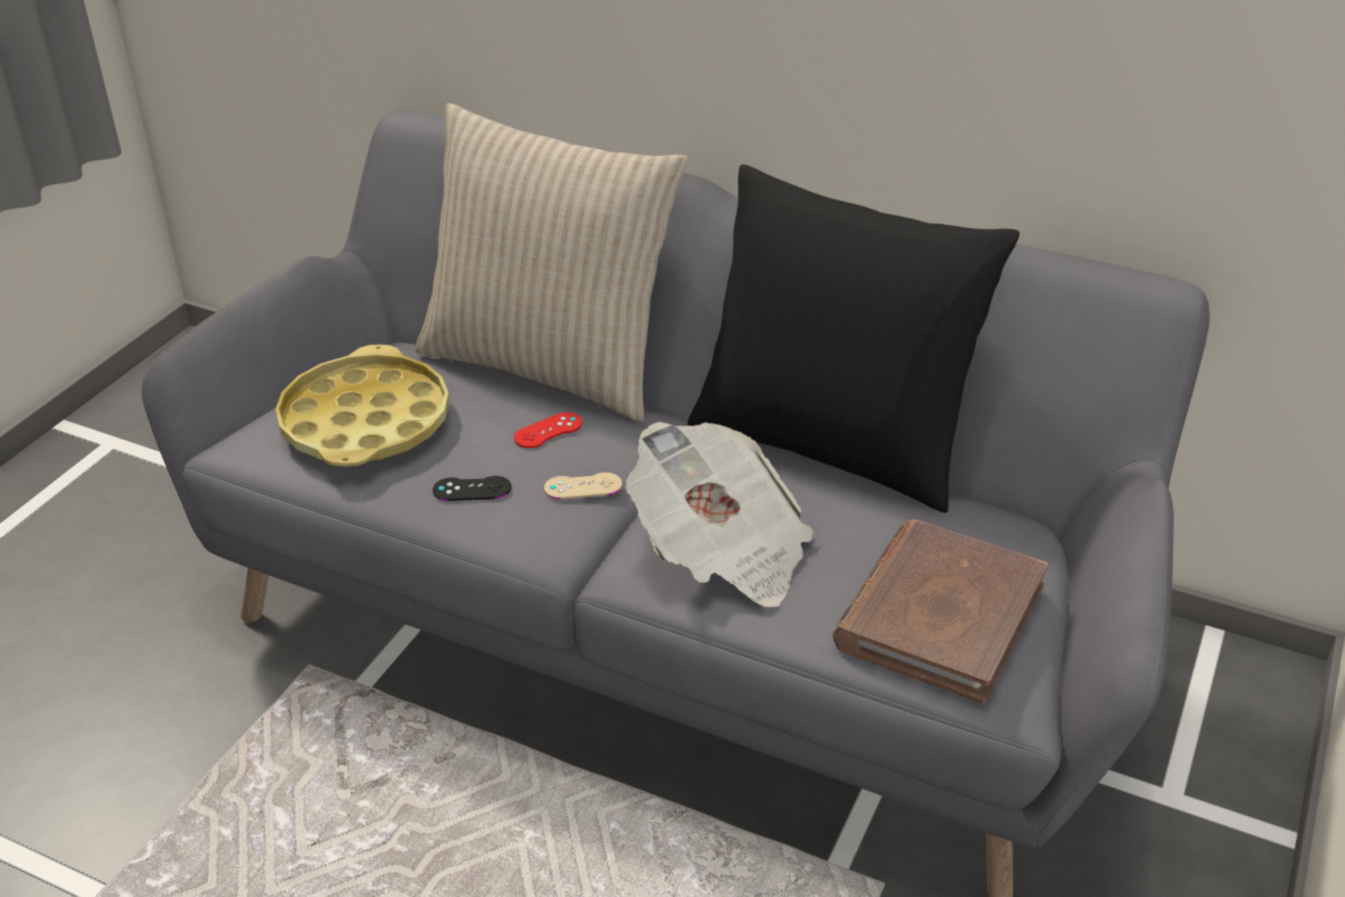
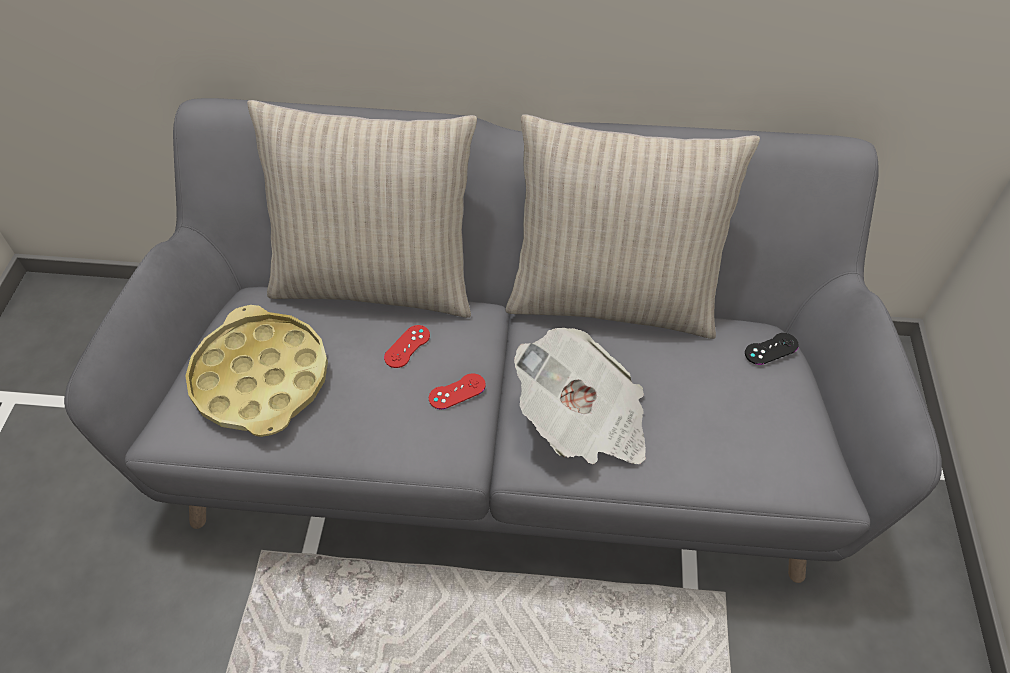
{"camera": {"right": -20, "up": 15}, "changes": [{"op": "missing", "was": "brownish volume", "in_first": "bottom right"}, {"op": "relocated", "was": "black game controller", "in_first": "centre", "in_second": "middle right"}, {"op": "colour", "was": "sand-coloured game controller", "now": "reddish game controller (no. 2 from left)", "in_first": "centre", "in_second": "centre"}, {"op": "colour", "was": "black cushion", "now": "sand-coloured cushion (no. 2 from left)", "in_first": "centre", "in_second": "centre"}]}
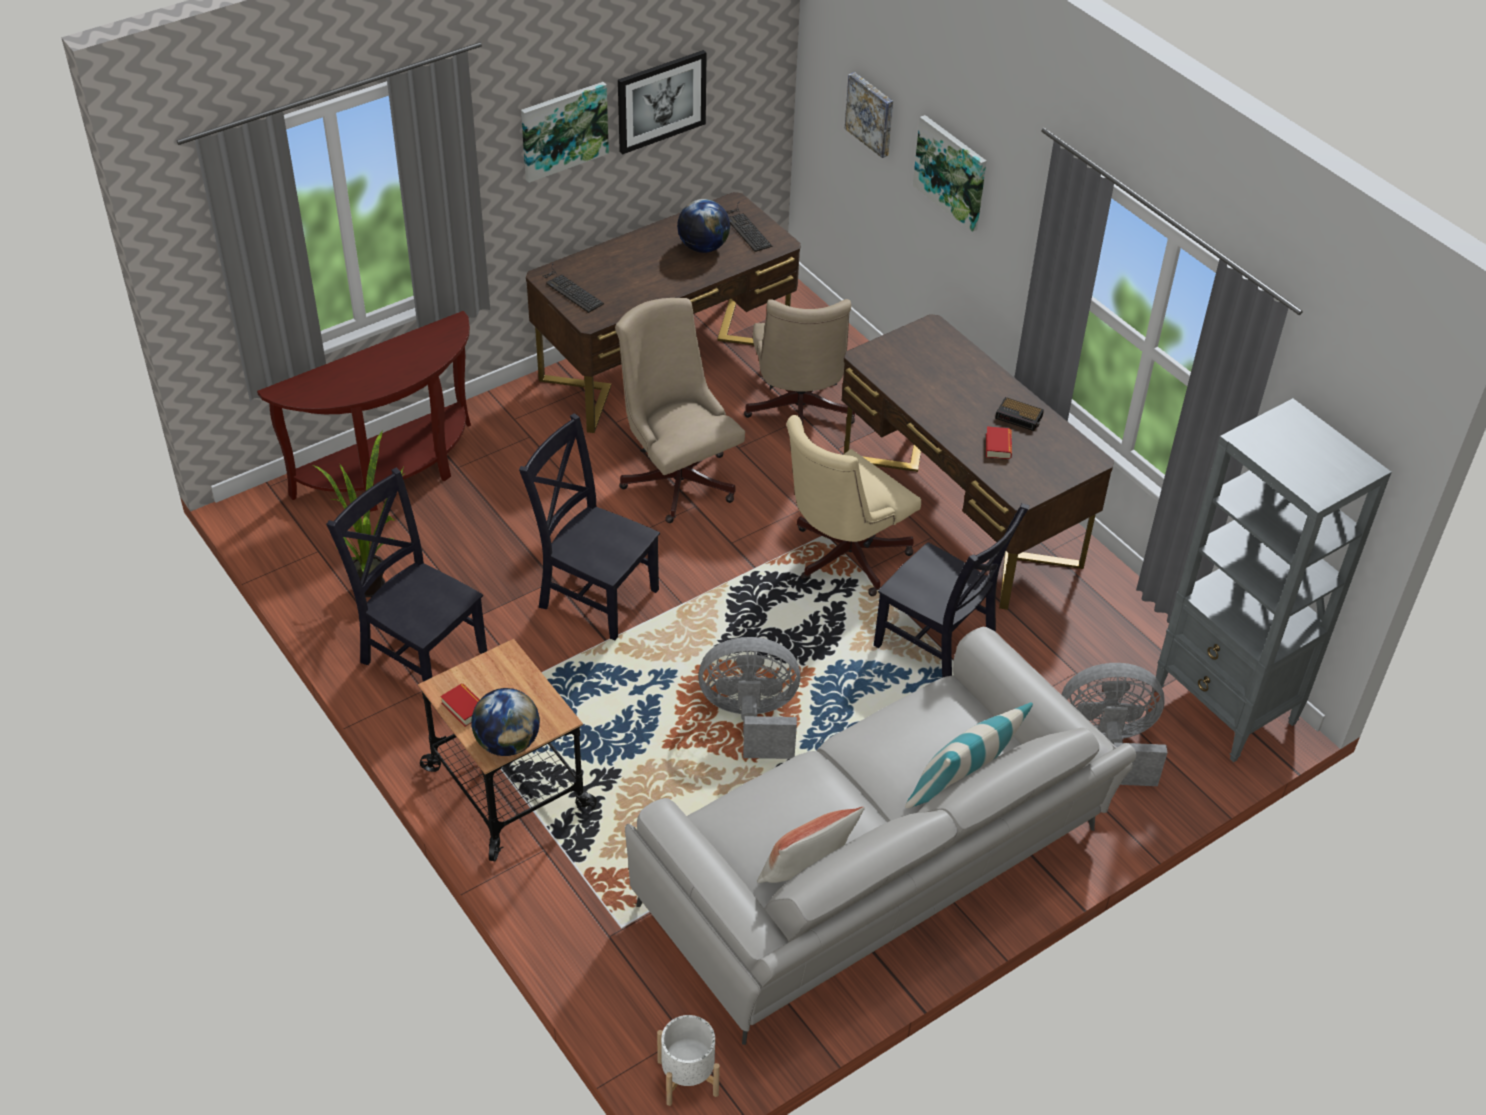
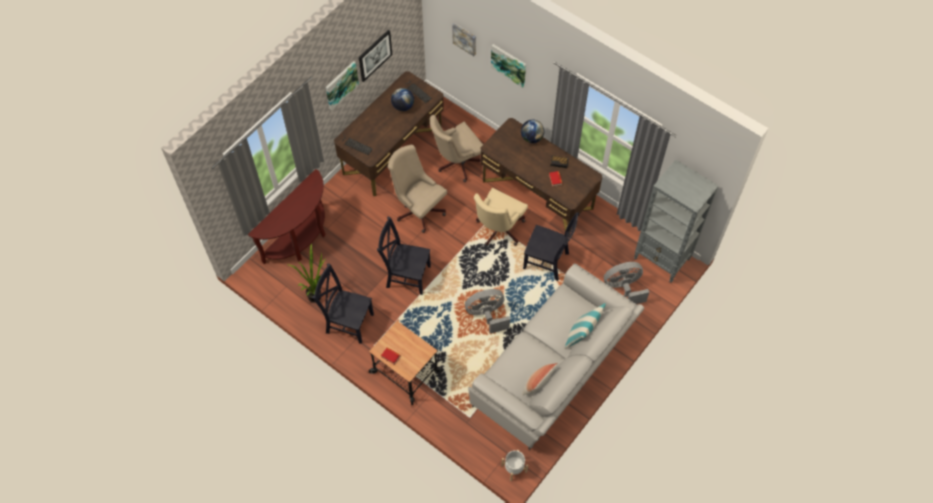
{"camera": {"right": -15, "up": 15}, "changes": [{"op": "relocated", "was": "globe (no. 1 from left in the first image)", "now": "globe (no. 2 from left)", "in_first": "centre", "in_second": "top centre"}, {"op": "spun", "was": "sand-coloured office chair (no. 2 from left)", "in_first": "top centre", "in_second": "top centre", "clockwise": 75}]}
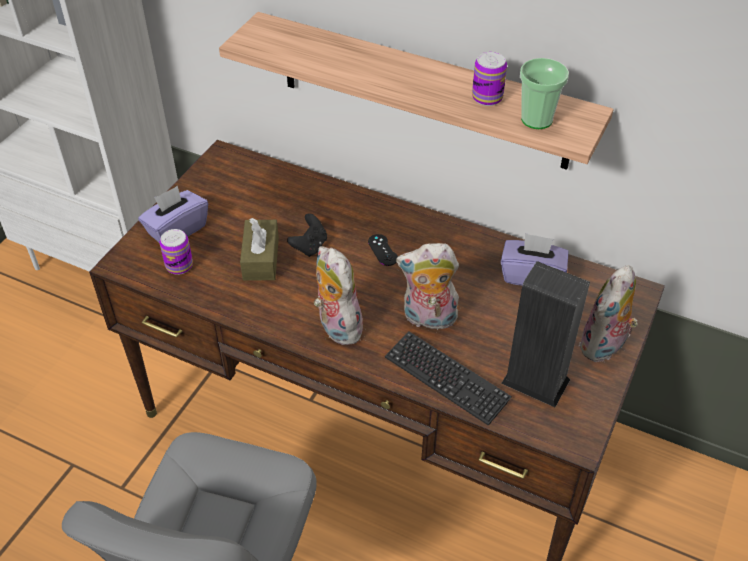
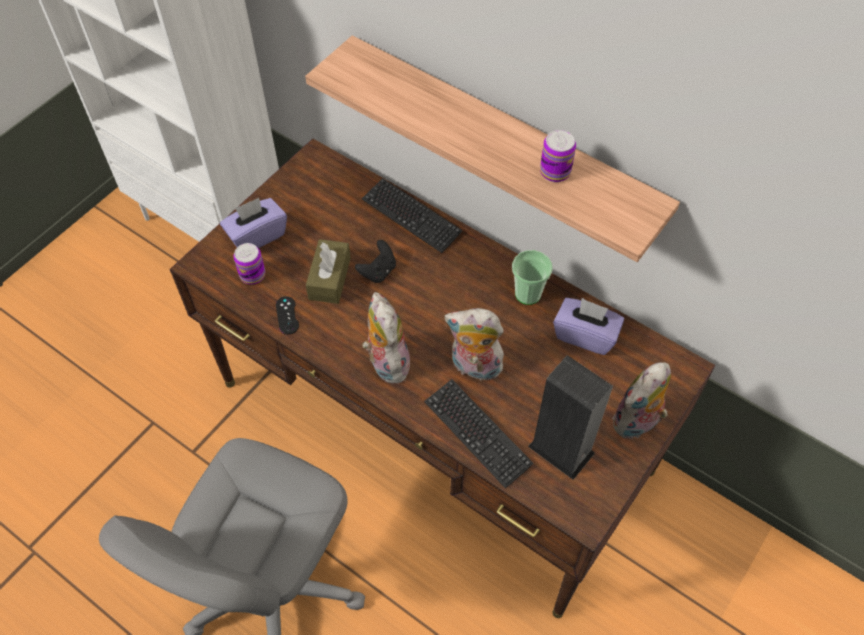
{"camera": {"right": 10, "up": 10}, "changes": [{"op": "appeared", "now": "PC keyboard (no. 1 from left)", "in_second": "centre"}, {"op": "relocated", "was": "black game controller (no. 2 from left in the first image)", "now": "black game controller (no. 1 from left)", "in_first": "centre", "in_second": "middle left"}, {"op": "relocated", "was": "drinking cup", "in_first": "top right", "in_second": "centre"}]}
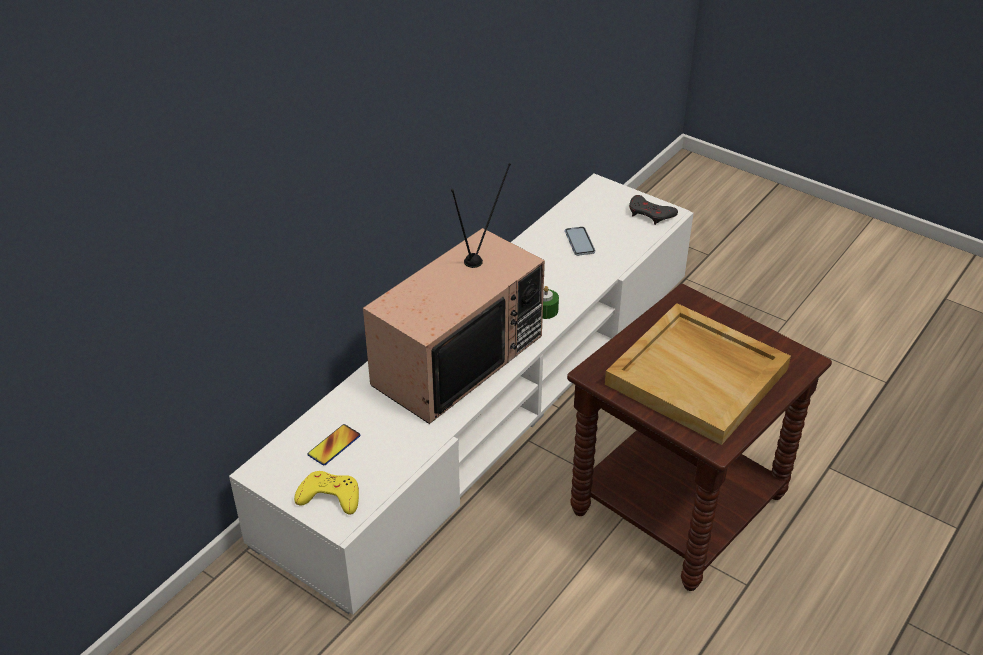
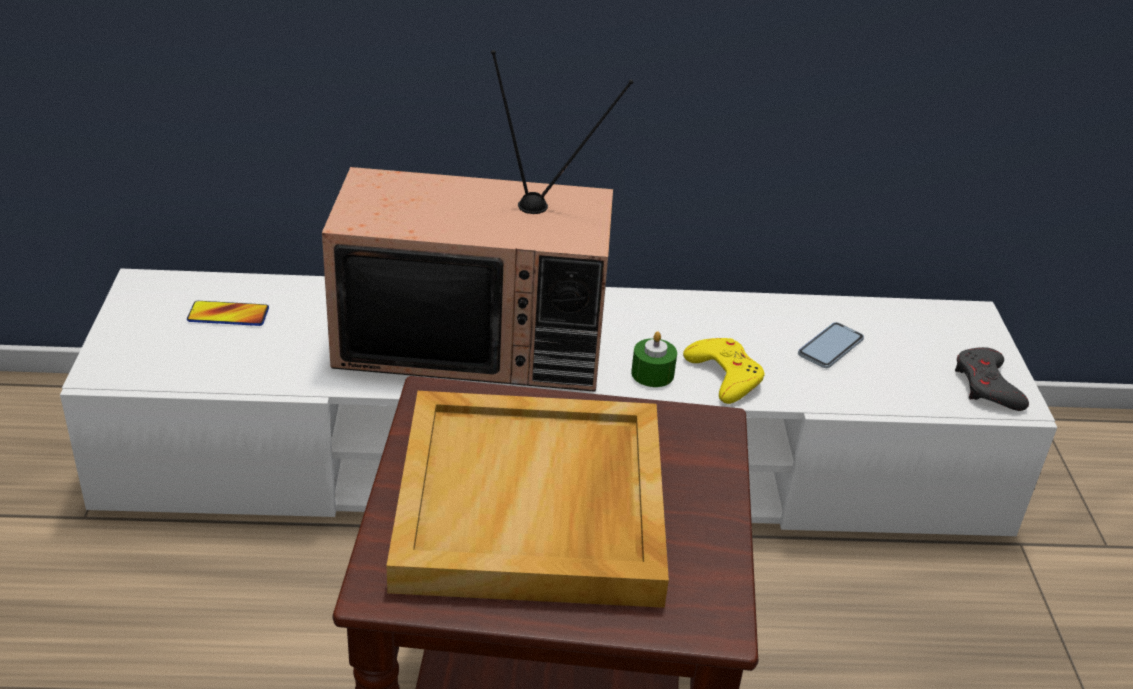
{"camera": {"right": 50, "up": -5}, "changes": [{"op": "relocated", "was": "yellow-coloured game controller", "in_first": "bottom left", "in_second": "centre"}]}
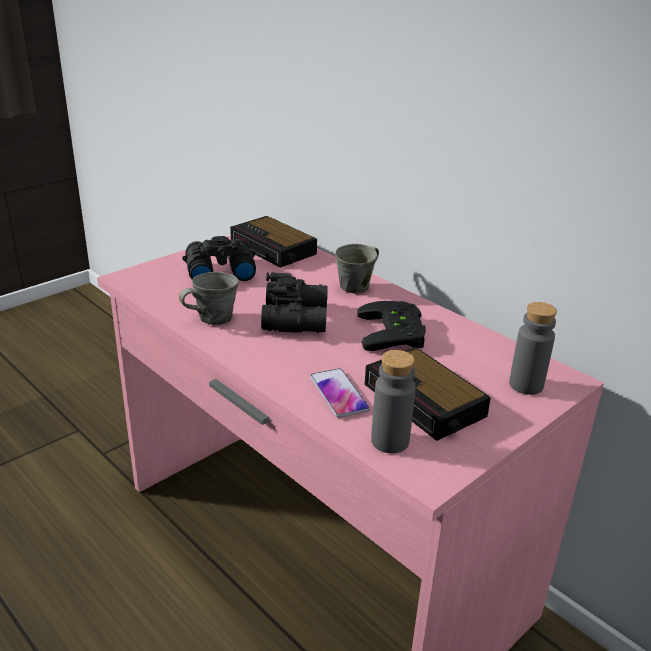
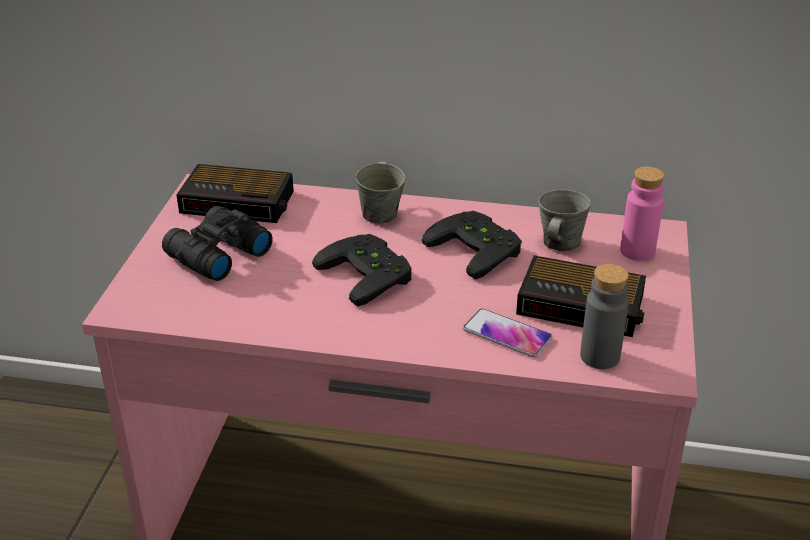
{"camera": {"right": -35, "up": 5}, "changes": [{"op": "relocated", "was": "greyish mug (no. 1 from left in the first image)", "now": "greyish mug (no. 2 from left)", "in_first": "middle left", "in_second": "middle right"}, {"op": "exchanged", "was": "black pair of binoculars (no. 2 from left)", "now": "black game controller (no. 1 from left)", "in_first": "centre", "in_second": "centre"}, {"op": "colour", "was": "greyish beverage bottle (no. 2 from left)", "now": "pink beverage bottle", "in_first": "middle right", "in_second": "middle right"}]}
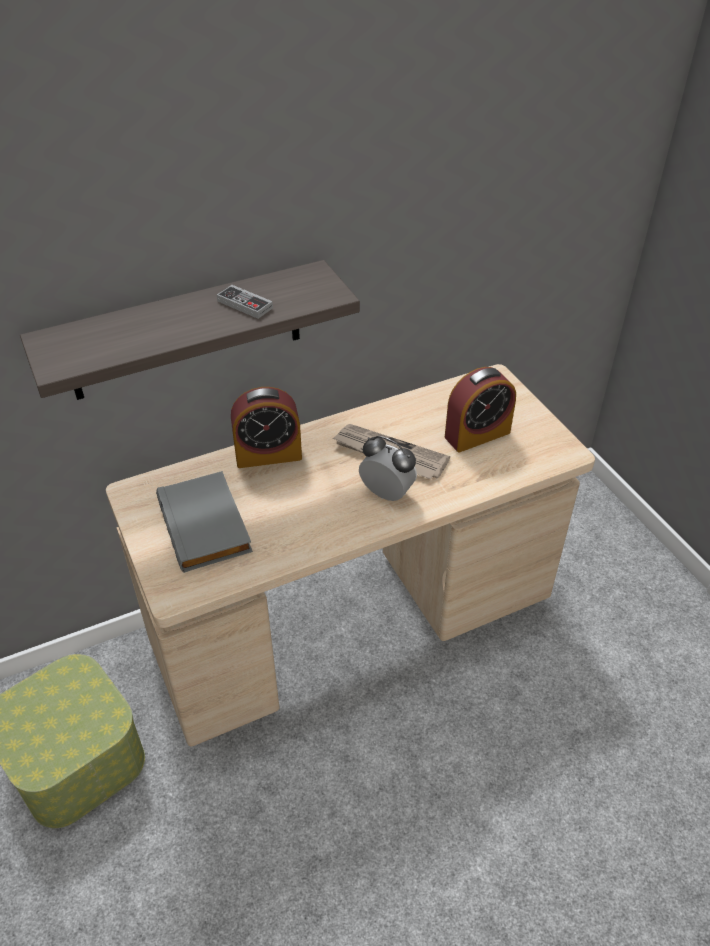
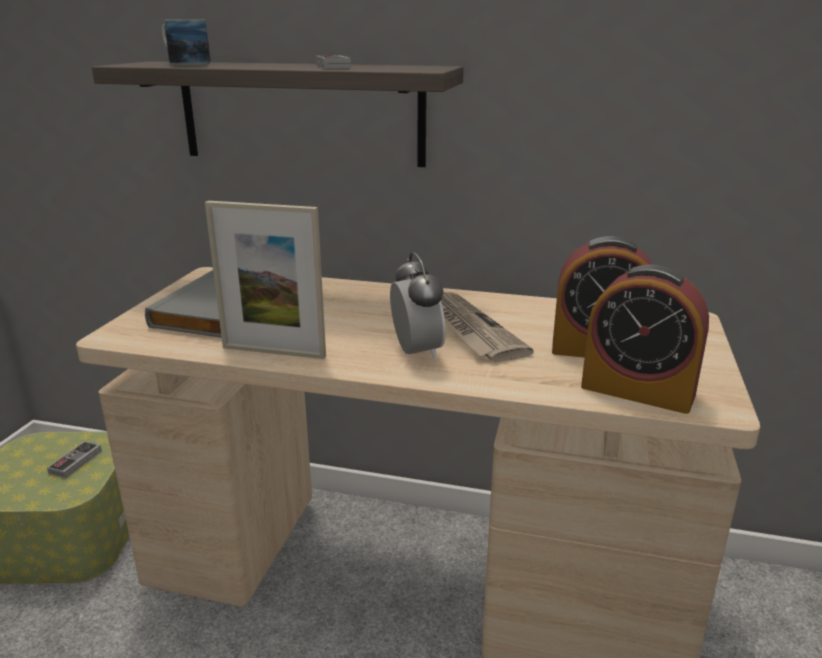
{"camera": {"right": 40, "up": -20}, "changes": [{"op": "appeared", "now": "game controller (no. 1 from left)", "in_second": "bottom left"}, {"op": "appeared", "now": "mug", "in_second": "top left"}, {"op": "appeared", "now": "standing frame", "in_second": "middle left"}, {"op": "relocated", "was": "bedside clock (no. 1 from left in the first image)", "now": "bedside clock (no. 3 from left)", "in_first": "centre", "in_second": "middle right"}]}
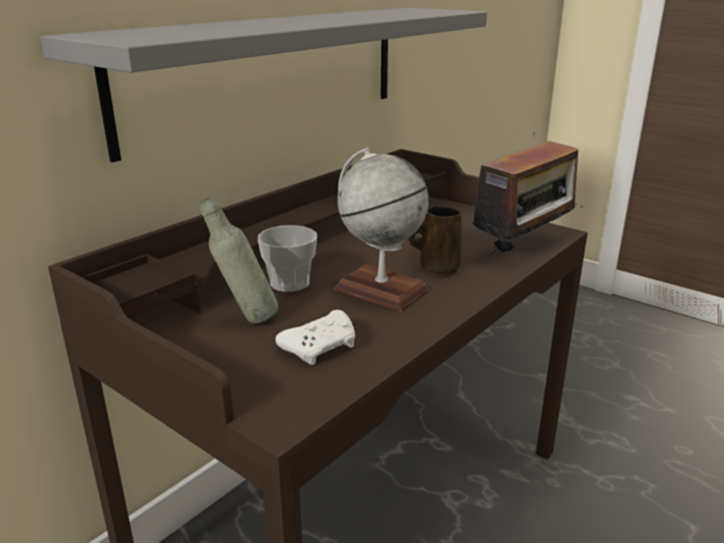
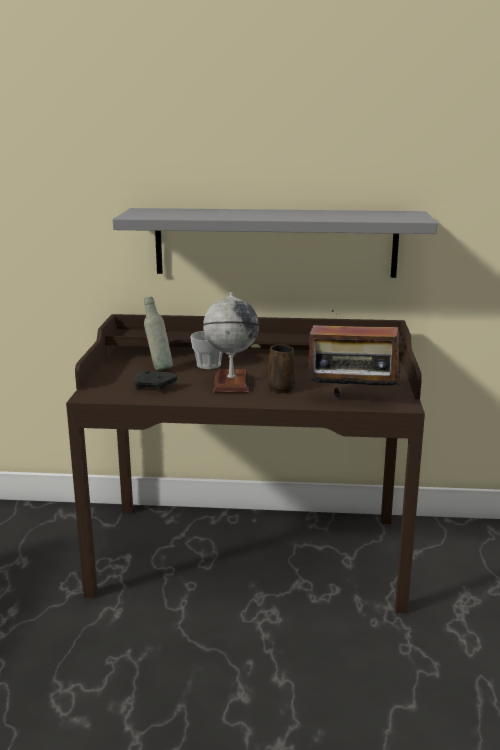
{"camera": {"right": 55, "up": -5}, "changes": [{"op": "colour", "was": "white-coloured game controller", "now": "black game controller", "in_first": "centre", "in_second": "middle left"}]}
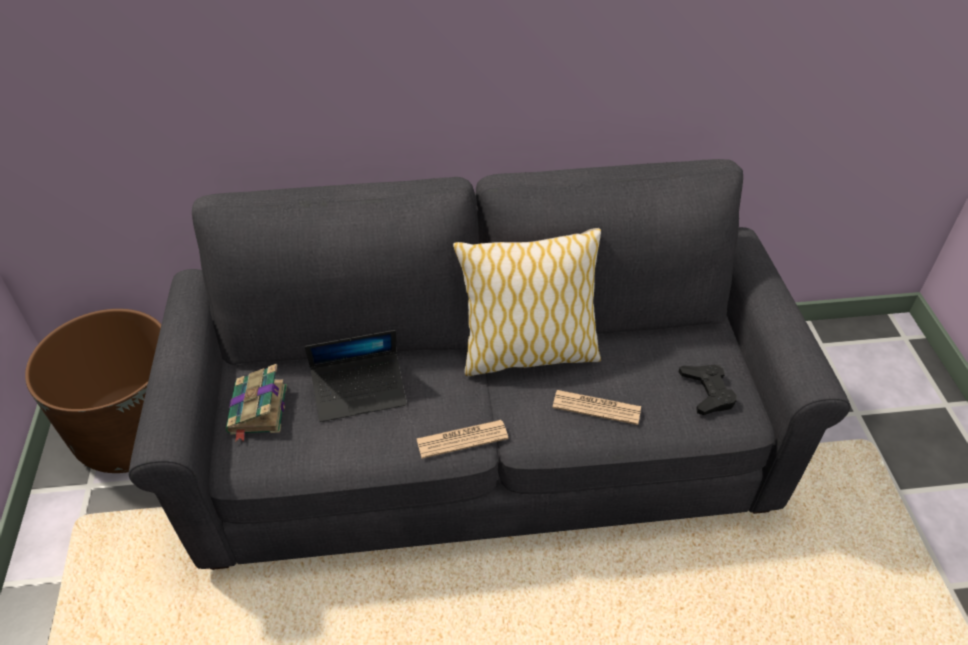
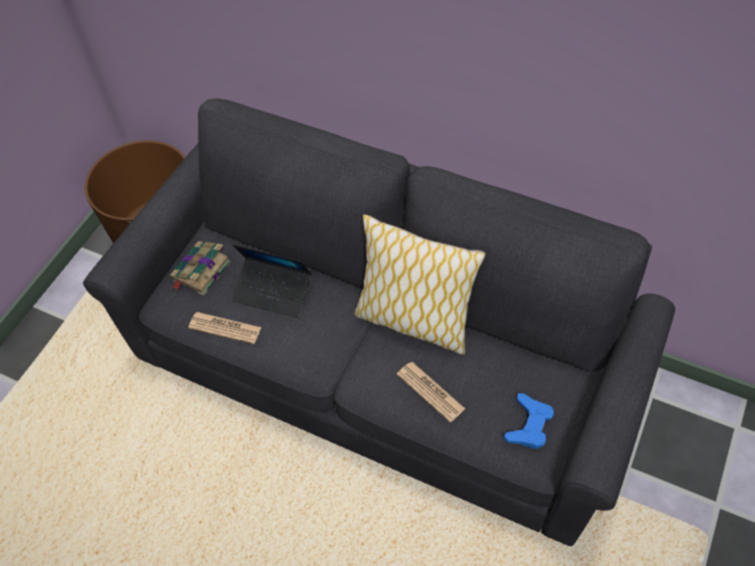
{"camera": {"right": 35, "up": 10}, "changes": [{"op": "relocated", "was": "printed paper (no. 1 from left)", "in_first": "bottom centre", "in_second": "middle left"}, {"op": "colour", "was": "black game controller", "now": "blue-coloured game controller", "in_first": "middle right", "in_second": "bottom right"}]}
